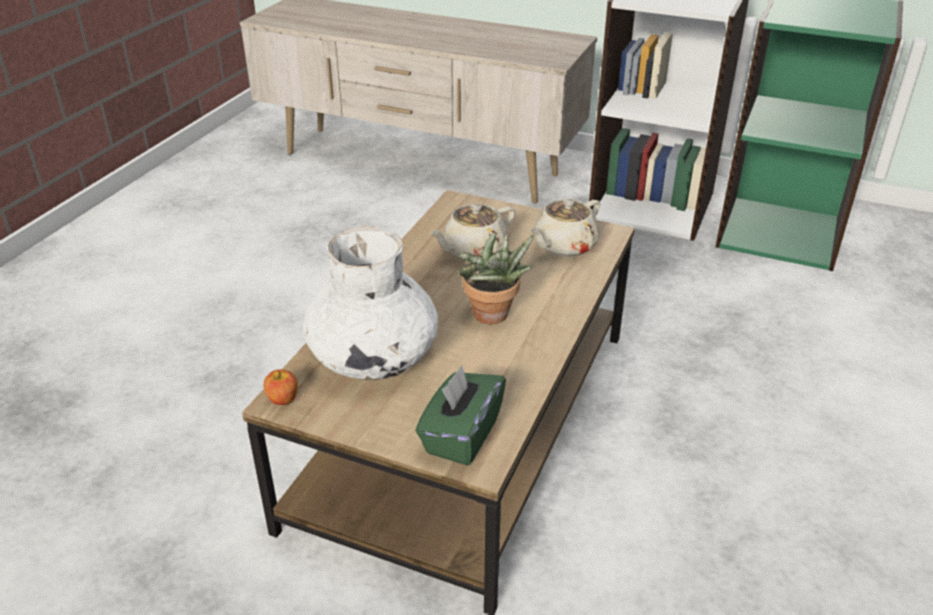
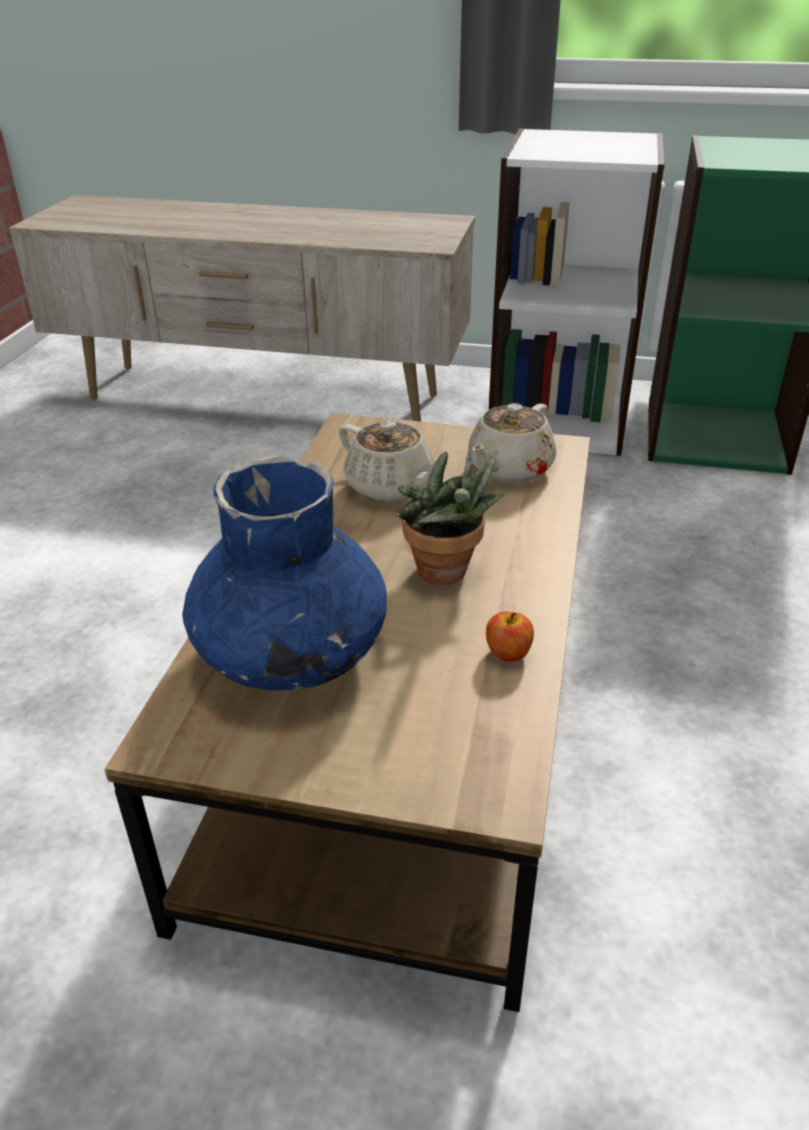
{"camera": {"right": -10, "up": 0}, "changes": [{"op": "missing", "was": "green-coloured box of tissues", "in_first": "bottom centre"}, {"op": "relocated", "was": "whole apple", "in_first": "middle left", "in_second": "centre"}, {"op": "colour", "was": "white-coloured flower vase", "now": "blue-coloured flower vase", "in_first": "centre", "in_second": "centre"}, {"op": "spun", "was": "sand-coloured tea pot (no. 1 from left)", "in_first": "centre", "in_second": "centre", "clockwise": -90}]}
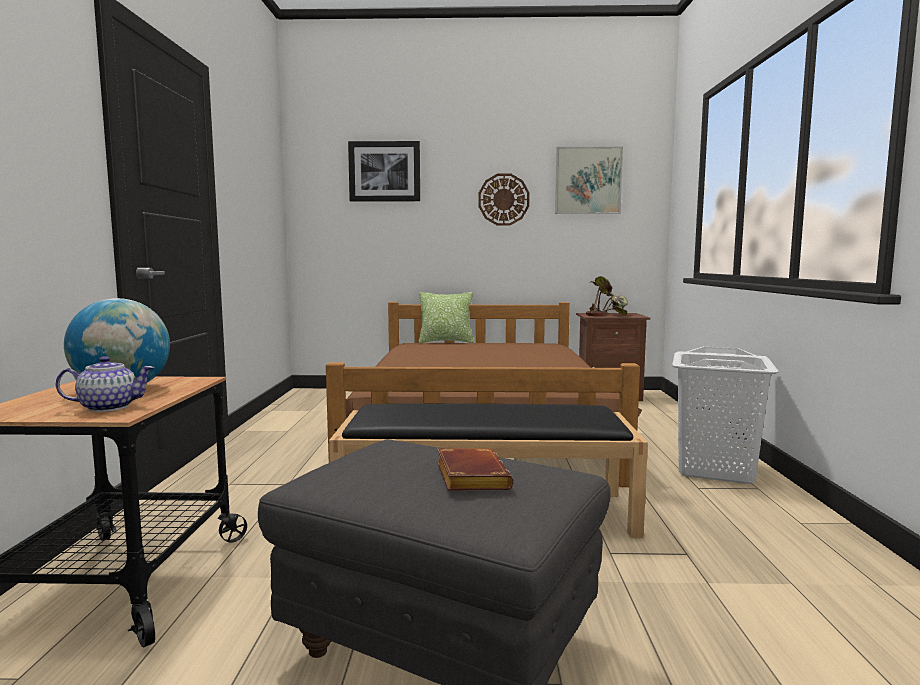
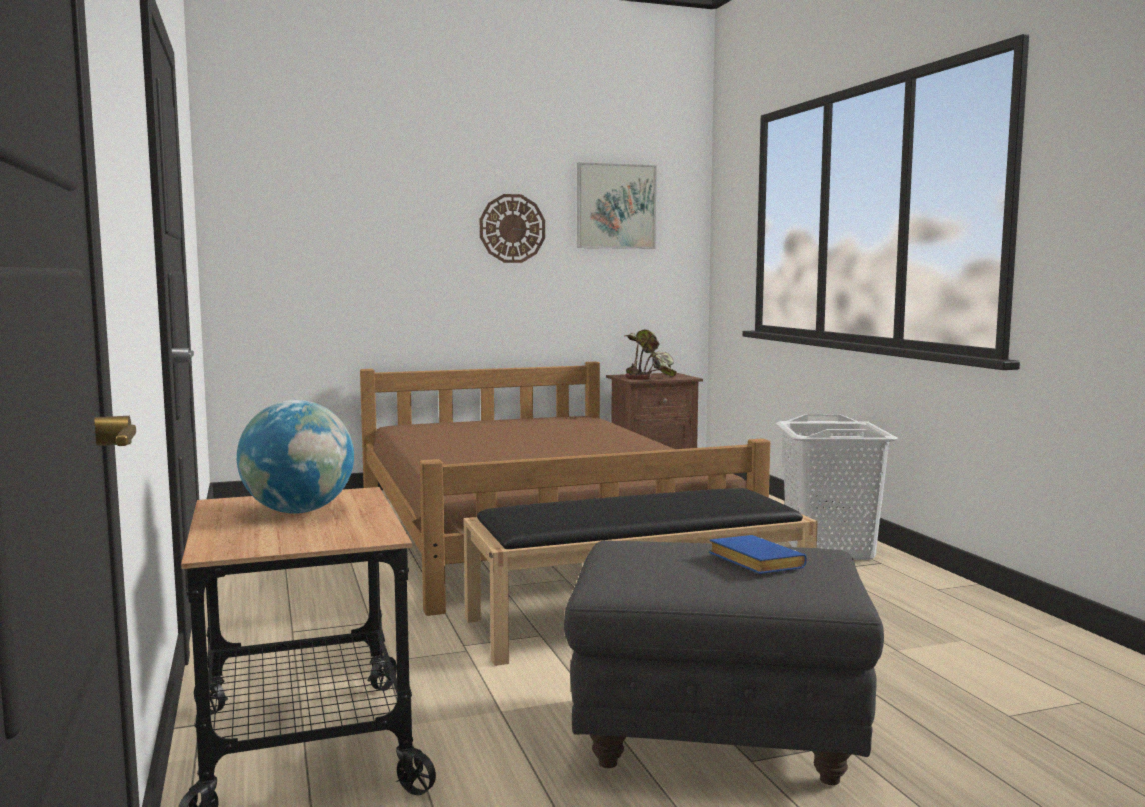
{"camera": {"right": -20, "up": 0}, "changes": [{"op": "missing", "was": "tea pot", "in_first": "middle left"}, {"op": "missing", "was": "wall art (no. 1 from left)", "in_first": "top centre"}, {"op": "missing", "was": "cushion", "in_first": "centre"}, {"op": "colour", "was": "brownish volume", "now": "blue-coloured volume", "in_first": "bottom centre", "in_second": "bottom centre"}]}
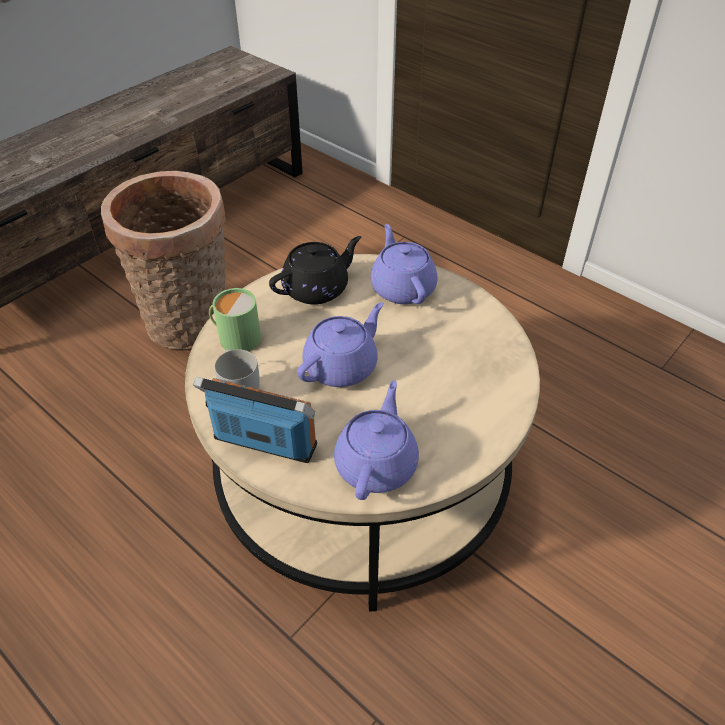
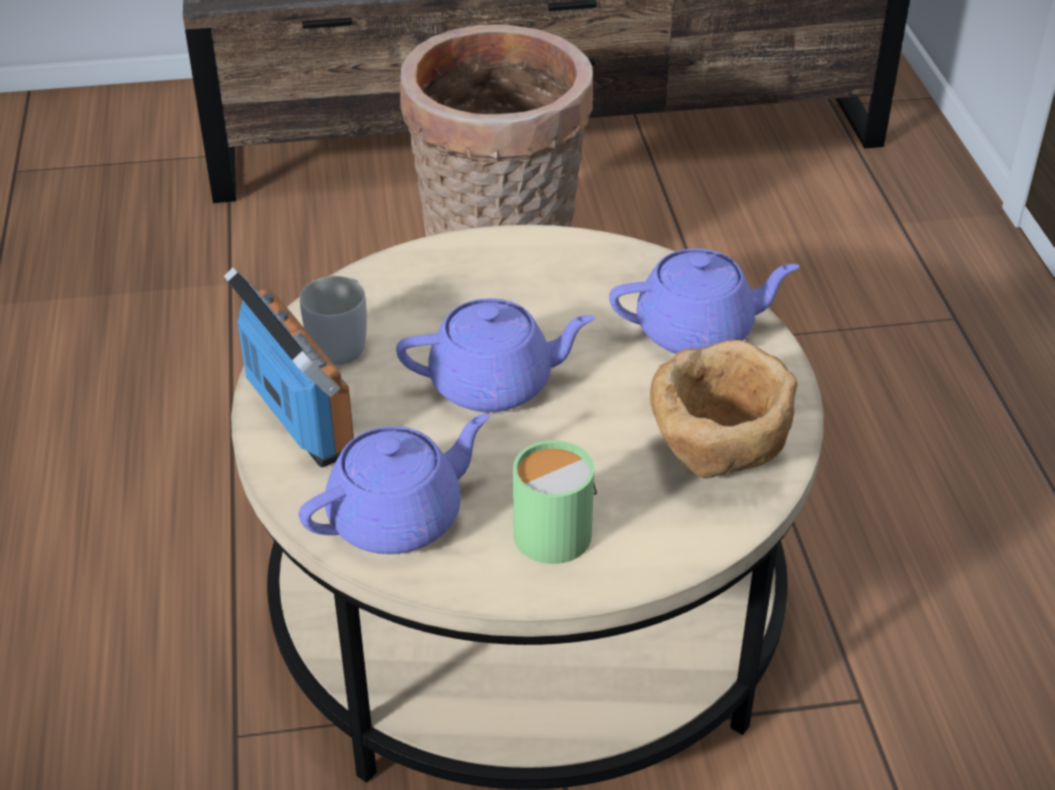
{"camera": {"right": 40, "up": -5}, "changes": [{"op": "missing", "was": "black tea pot", "in_first": "centre"}, {"op": "appeared", "now": "brownish bowl", "in_second": "middle right"}, {"op": "relocated", "was": "green-coloured mug", "in_first": "middle left", "in_second": "centre"}, {"op": "spun", "was": "purple tea pot (no. 3 from left)", "in_first": "centre", "in_second": "middle right", "clockwise": 60}]}
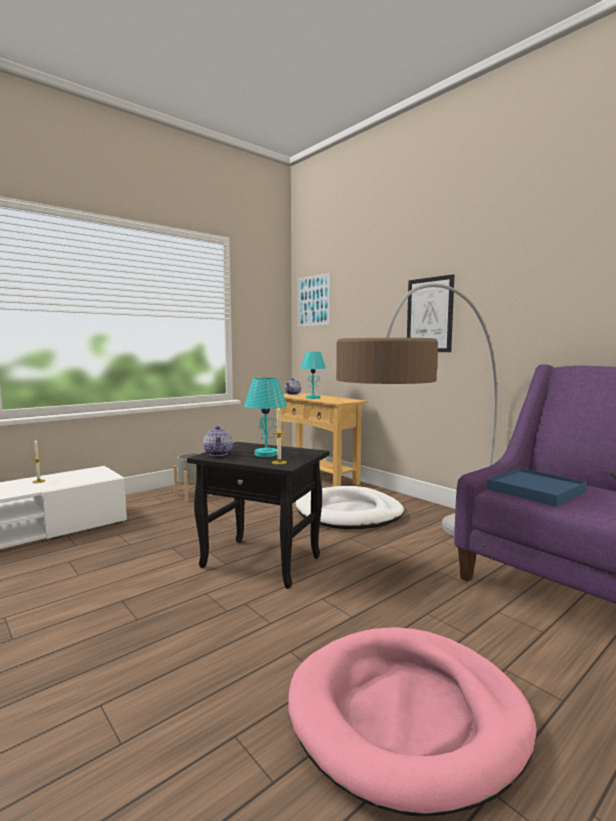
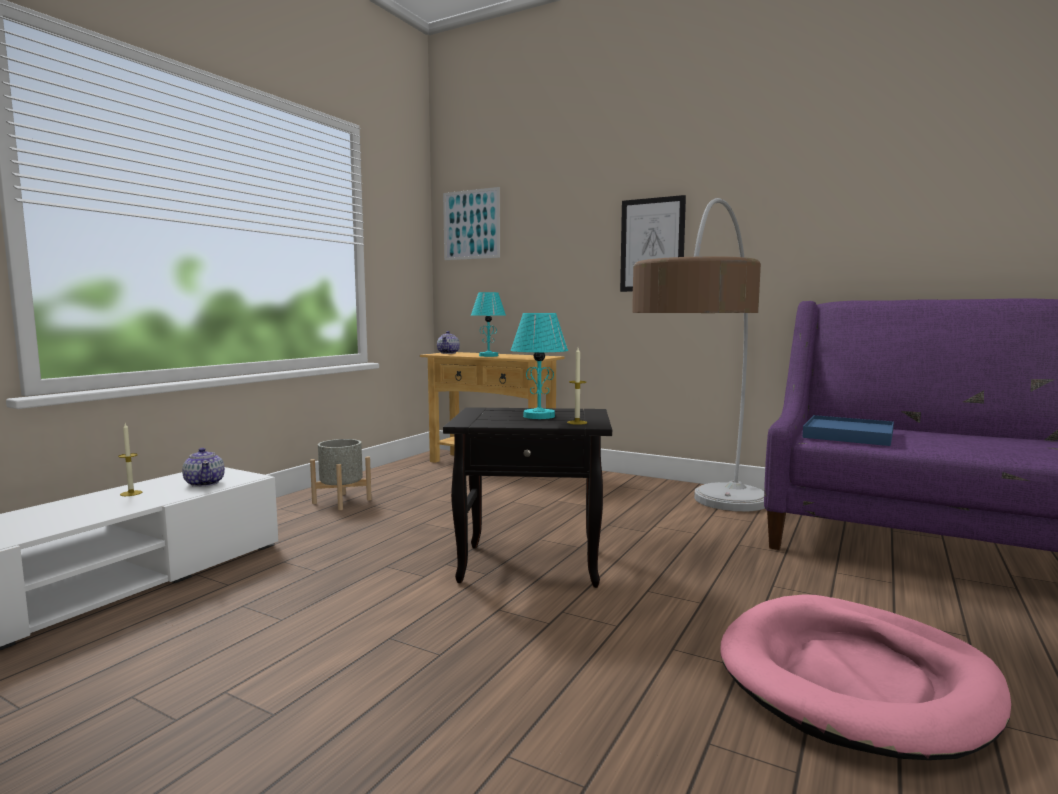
{"camera": {"right": -20, "up": 0}, "changes": [{"op": "missing", "was": "white-coloured dog bed", "in_first": "centre"}, {"op": "relocated", "was": "tea pot (no. 1 from left)", "in_first": "centre", "in_second": "middle left"}]}
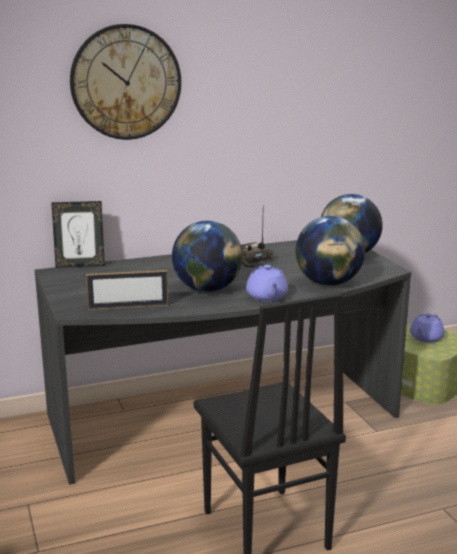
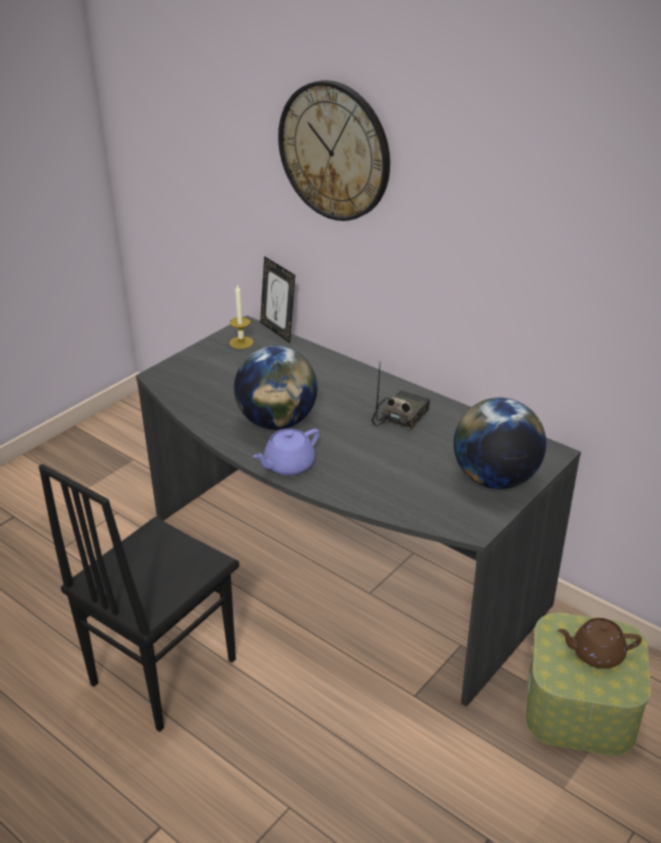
{"camera": {"right": 60, "up": 15}, "changes": [{"op": "missing", "was": "standing frame (no. 2 from left)", "in_first": "middle left"}, {"op": "missing", "was": "globe (no. 2 from left)", "in_first": "middle right"}, {"op": "appeared", "now": "wax candle", "in_second": "centre"}, {"op": "colour", "was": "purple tea pot (no. 2 from left)", "now": "brownish tea pot", "in_first": "middle right", "in_second": "bottom right"}]}
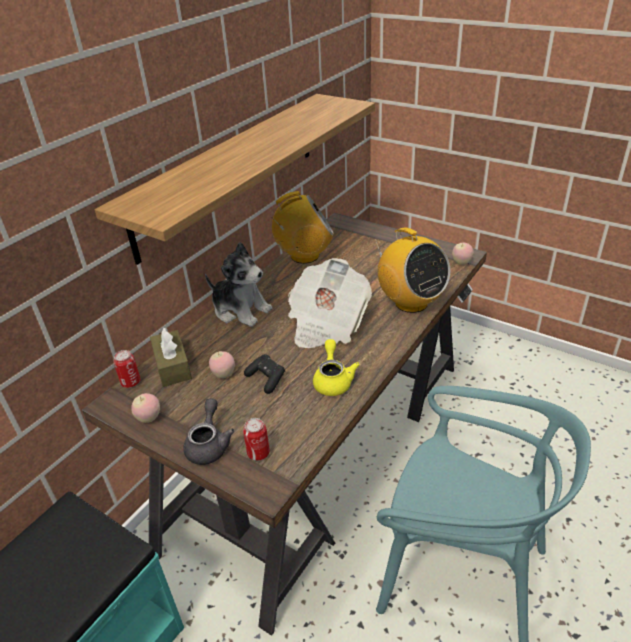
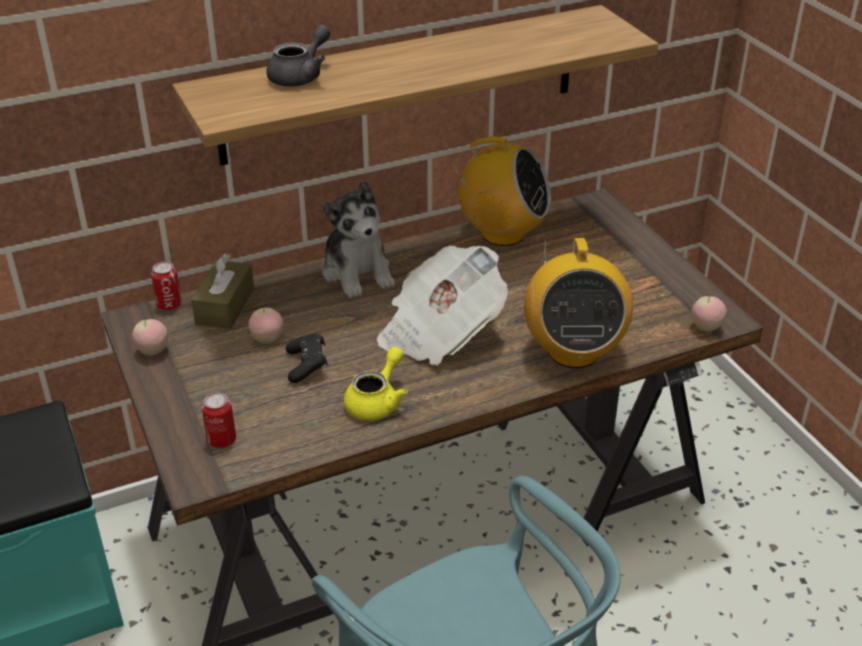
{"camera": {"right": 30, "up": 0}, "changes": [{"op": "relocated", "was": "greyish tea pot", "in_first": "bottom left", "in_second": "top centre"}]}
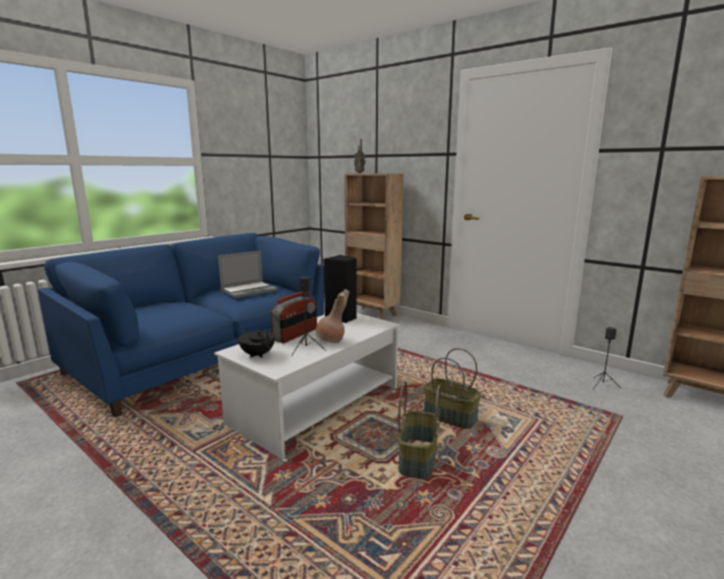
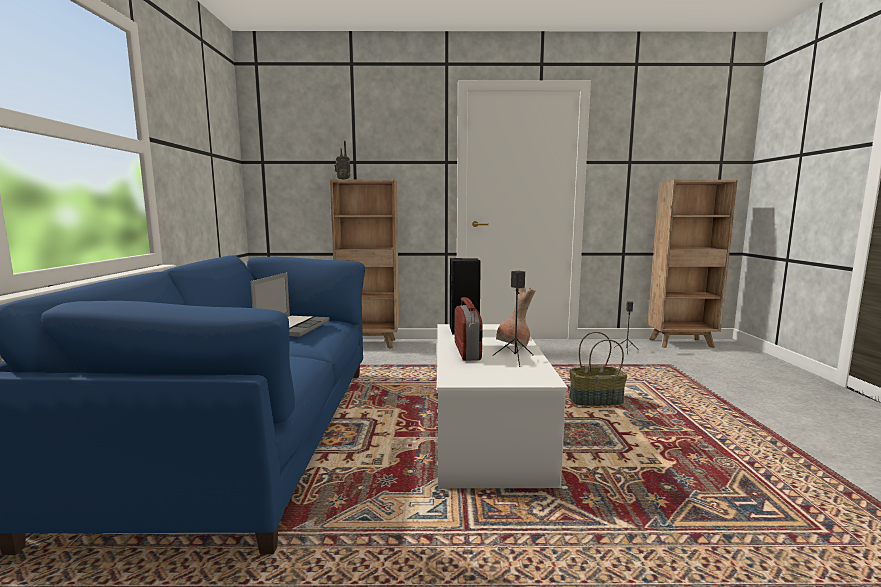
{"camera": {"right": -40, "up": -5}, "changes": [{"op": "missing", "was": "black tea pot", "in_first": "centre"}, {"op": "missing", "was": "storage basket (no. 1 from left)", "in_first": "bottom centre"}]}
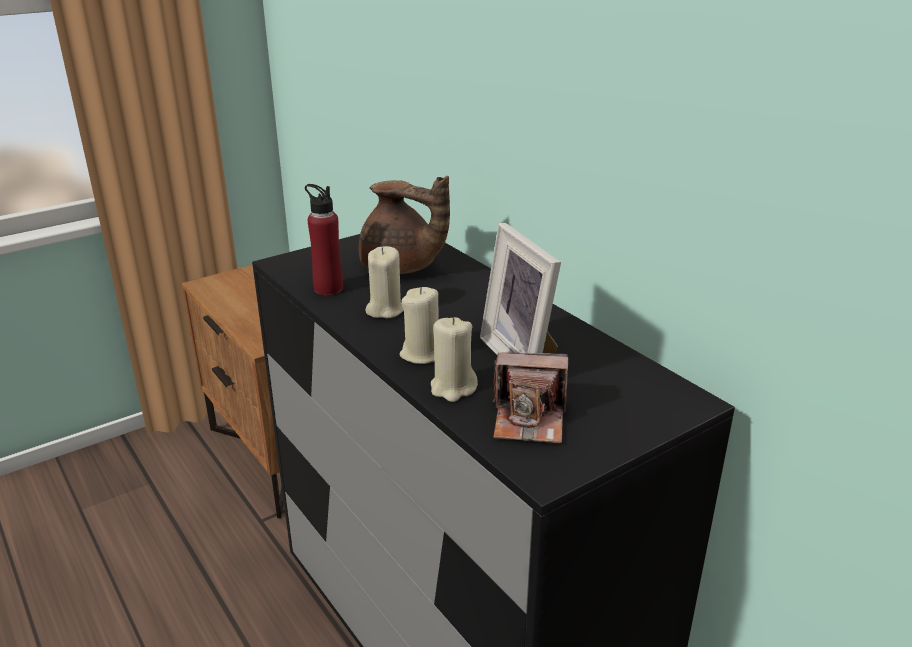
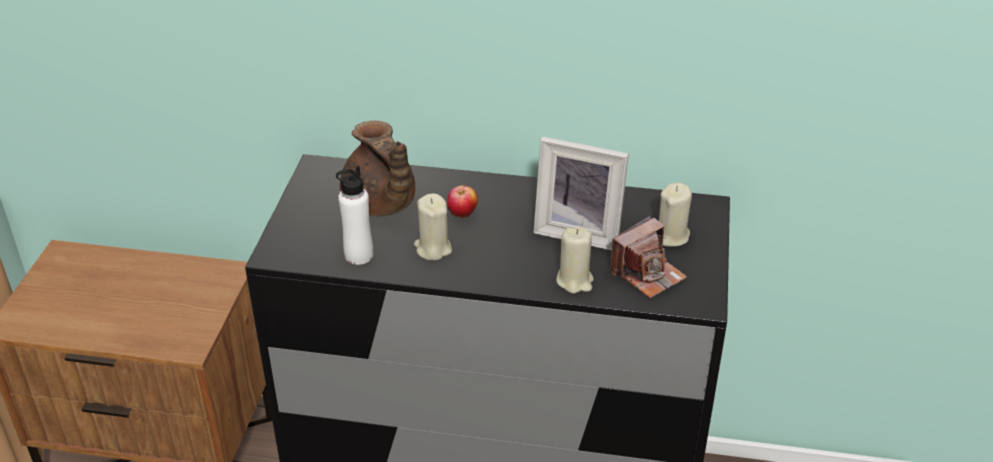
{"camera": {"right": -45, "up": 10}, "changes": [{"op": "appeared", "now": "whole apple", "in_second": "centre"}, {"op": "relocated", "was": "sand-coloured wax candle (no. 2 from left in the first image)", "now": "sand-coloured wax candle (no. 3 from left)", "in_first": "centre", "in_second": "middle right"}, {"op": "colour", "was": "reddish beverage bottle", "now": "white-coloured beverage bottle", "in_first": "centre", "in_second": "centre"}, {"op": "spun", "was": "brownish tea pot", "in_first": "centre", "in_second": "centre", "clockwise": 75}]}
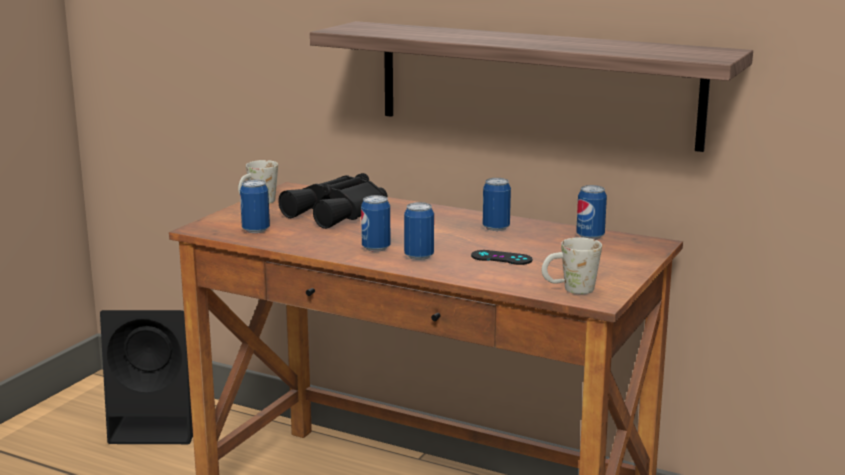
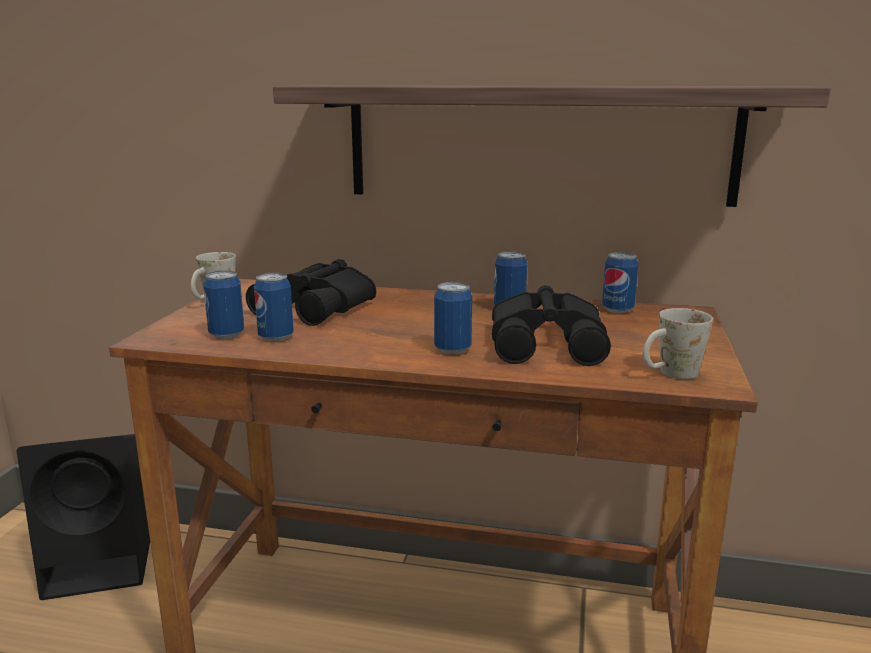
{"camera": {"right": -15, "up": 0}, "changes": [{"op": "relocated", "was": "can (no. 2 from left)", "in_first": "centre", "in_second": "middle left"}, {"op": "exchanged", "was": "black game controller", "now": "black pair of binoculars (no. 2 from left)", "in_first": "centre", "in_second": "centre"}]}
